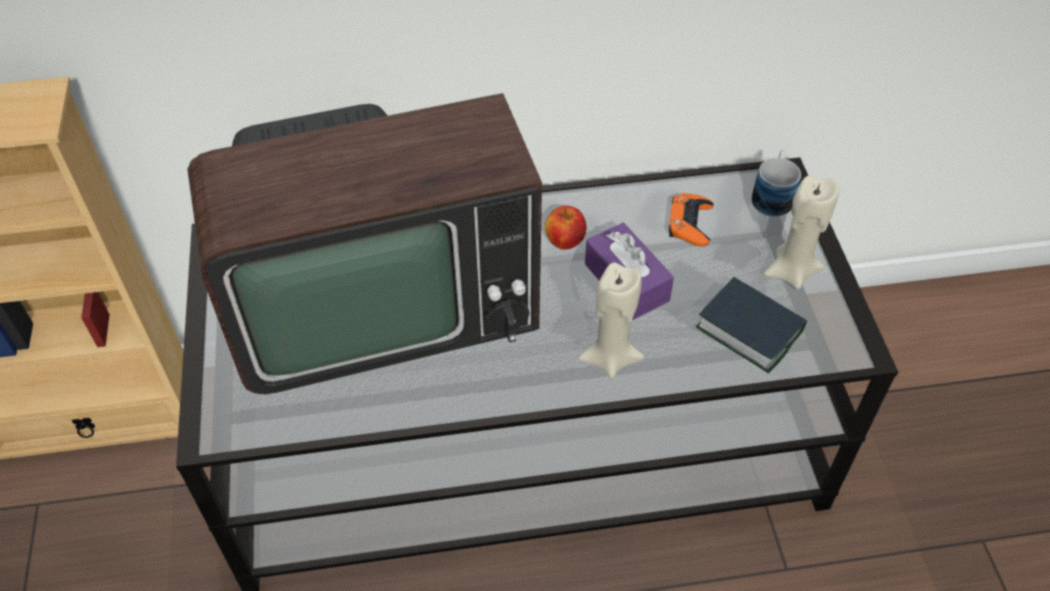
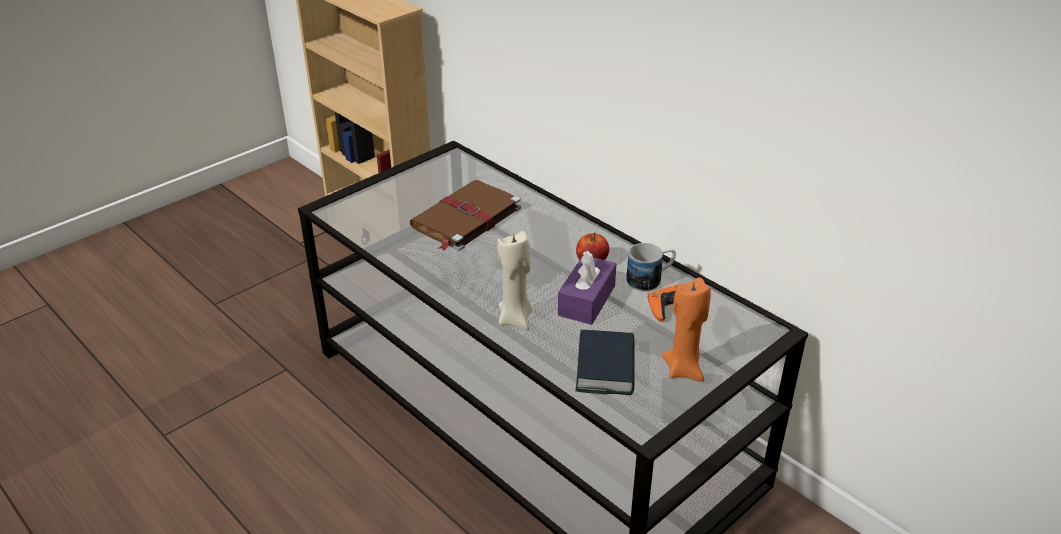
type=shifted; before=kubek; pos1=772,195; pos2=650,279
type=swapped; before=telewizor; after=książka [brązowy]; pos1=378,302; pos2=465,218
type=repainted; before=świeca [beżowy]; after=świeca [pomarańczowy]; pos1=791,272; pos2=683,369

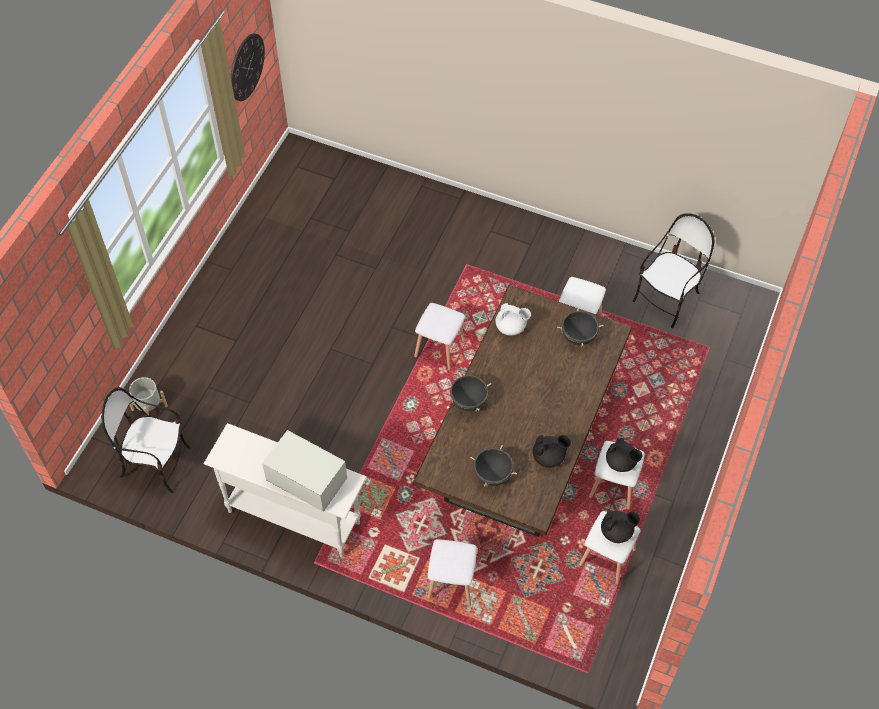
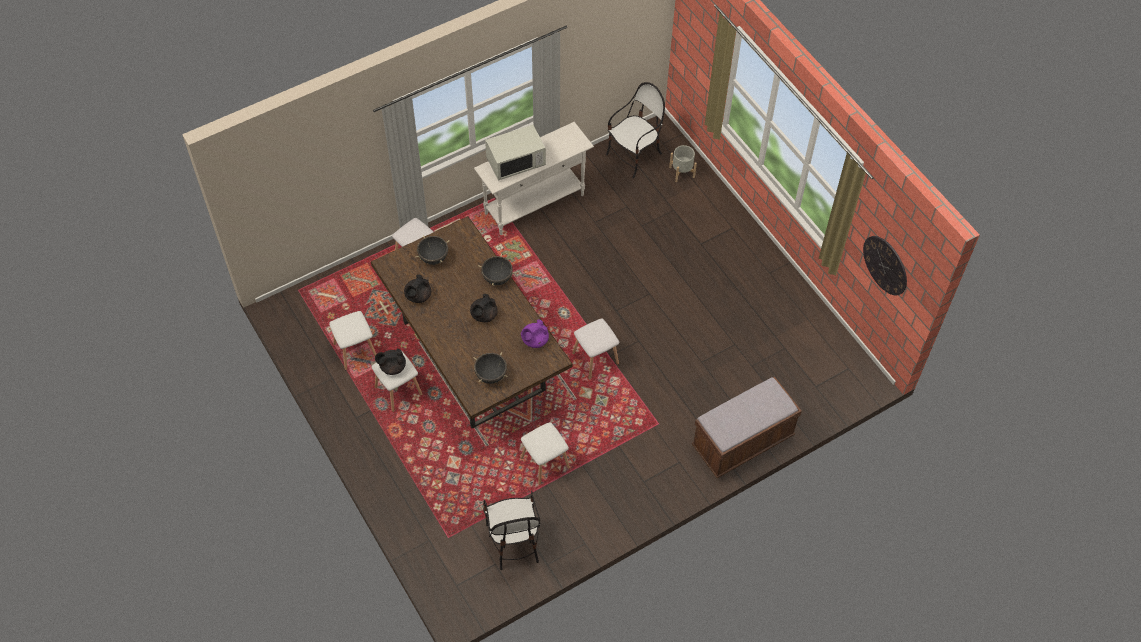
type=new; after=ławka [brązowy]; pos2=742,442
type=shifted; before=imbryk [czarny]; pos1=617,531; pos2=483,315
type=repainted; before=imbryk [biały]; after=imbryk [fioletowy]; pos1=511,327; pos2=534,340

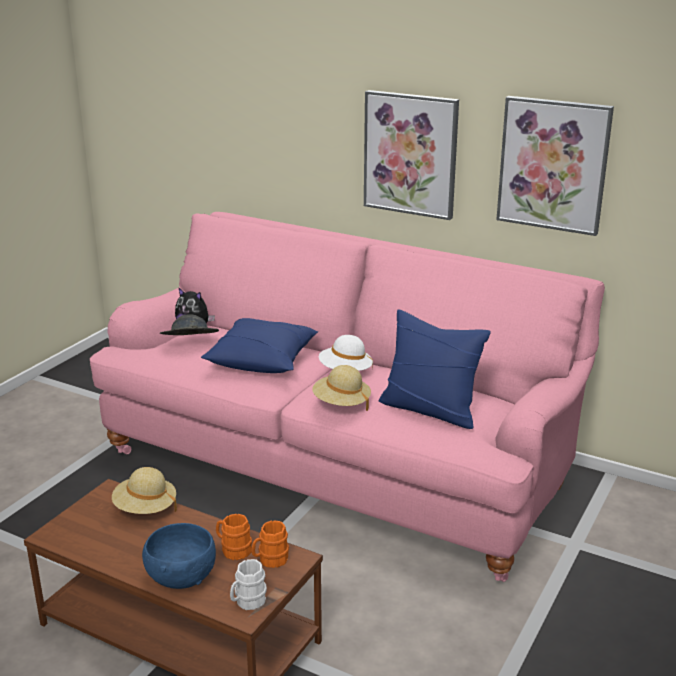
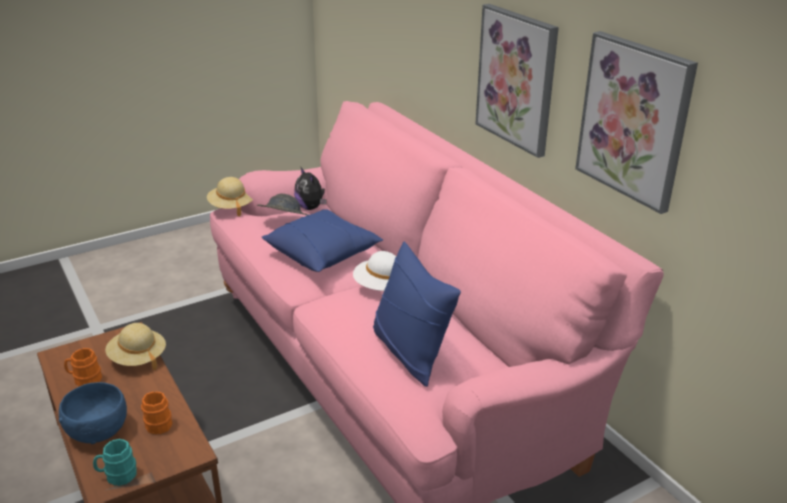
type=shifted; before=kubek [pomarańczowy]; pos1=270,560; pos2=84,380
type=shifted; before=kapelusz [beżowy]; pos1=341,403; pos2=231,207
type=repainted; before=kubek [biały]; after=kubek [turkusowy]; pos1=247,602; pos2=117,476

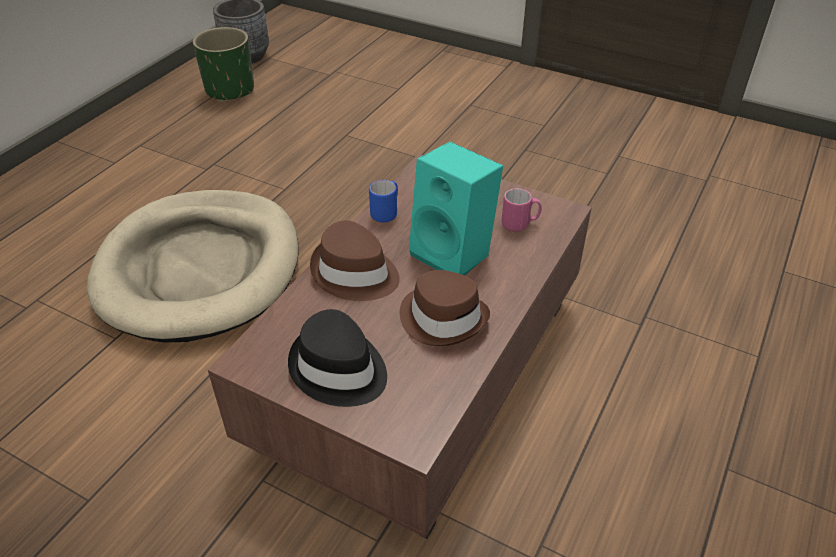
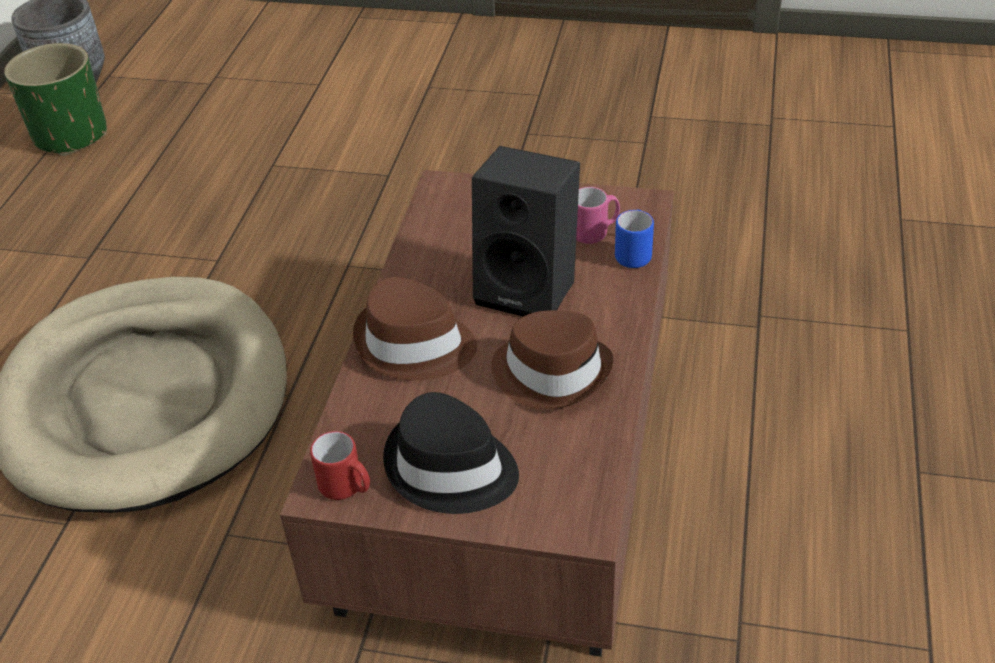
type=new; after=kubek [czerwony]; pos2=347,488
type=shifted; before=kubek [niebieski]; pos1=386,212; pos2=634,253
type=repainted; before=głośnik [turkusowy]; after=głośnik [czarny]; pos1=455,253; pos2=530,288

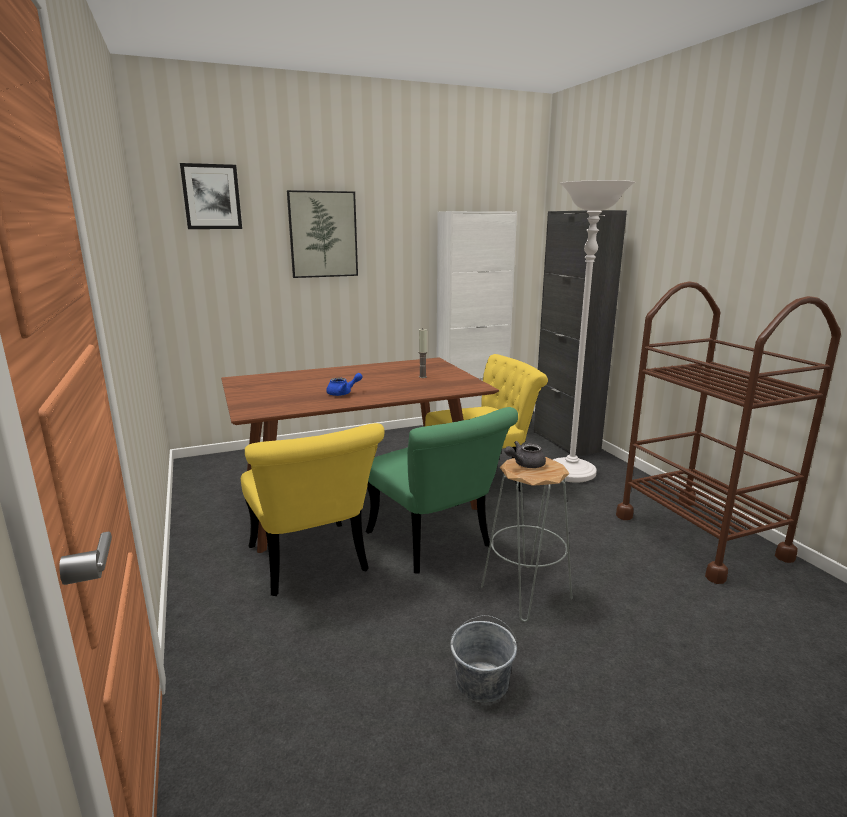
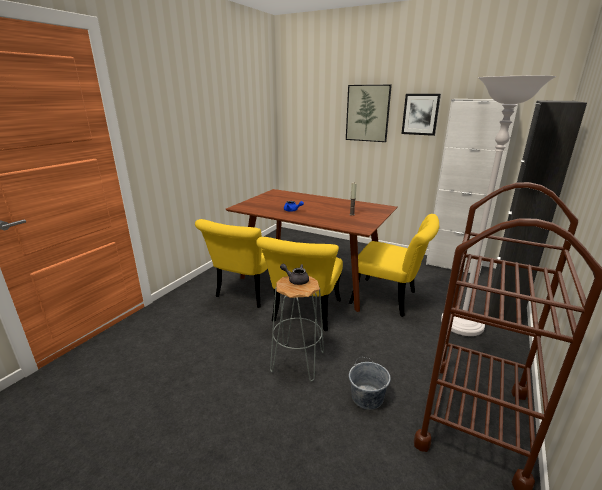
type=shifted; before=obraz; pos1=211,197; pos2=420,114
type=shifted; before=wiadro [szary]; pos1=482,682; pos2=367,397
type=repainted; before=krzesło [zielony]; after=krzesło [żółty]; pos1=436,545; pos2=304,315

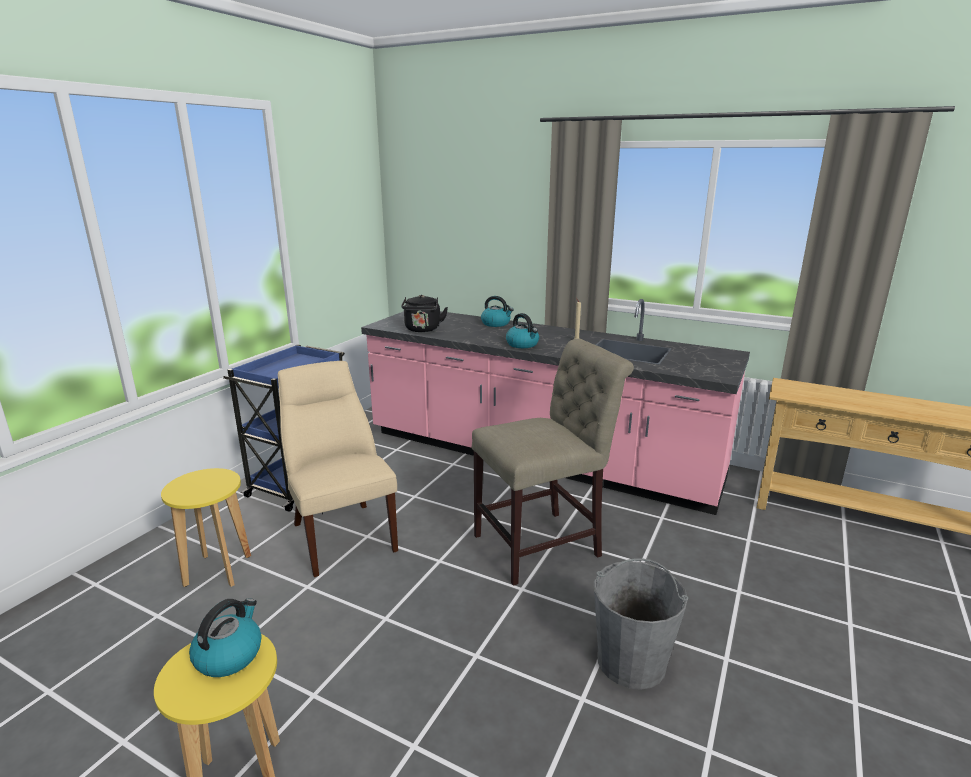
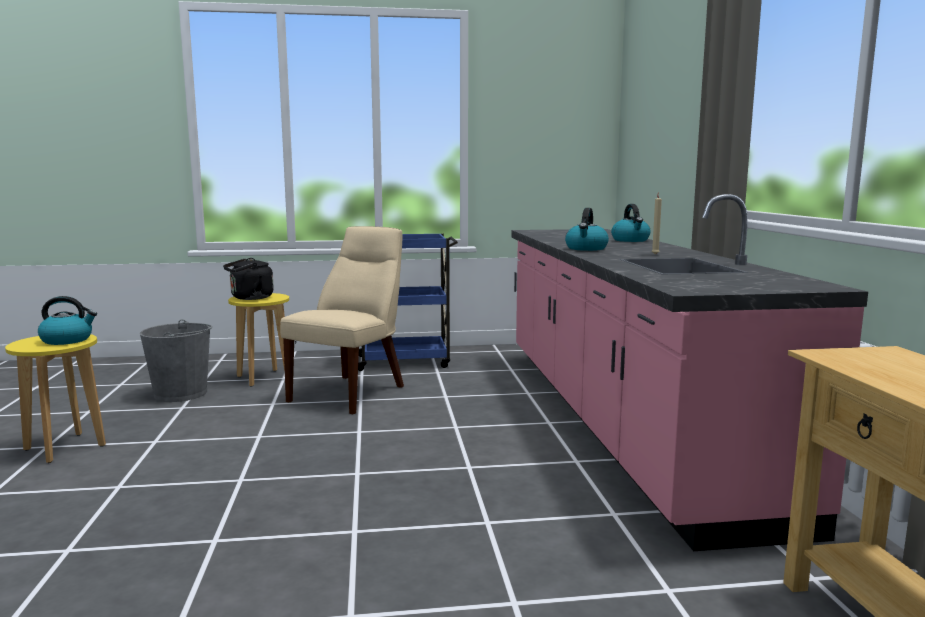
type=gone; before=krzesło [beżowy]; pos1=544,544
type=shifted; before=czajnik [czarny]; pos1=423,330; pos2=249,298
type=shifted; before=wiadro [szary]; pos1=631,661; pos2=181,393

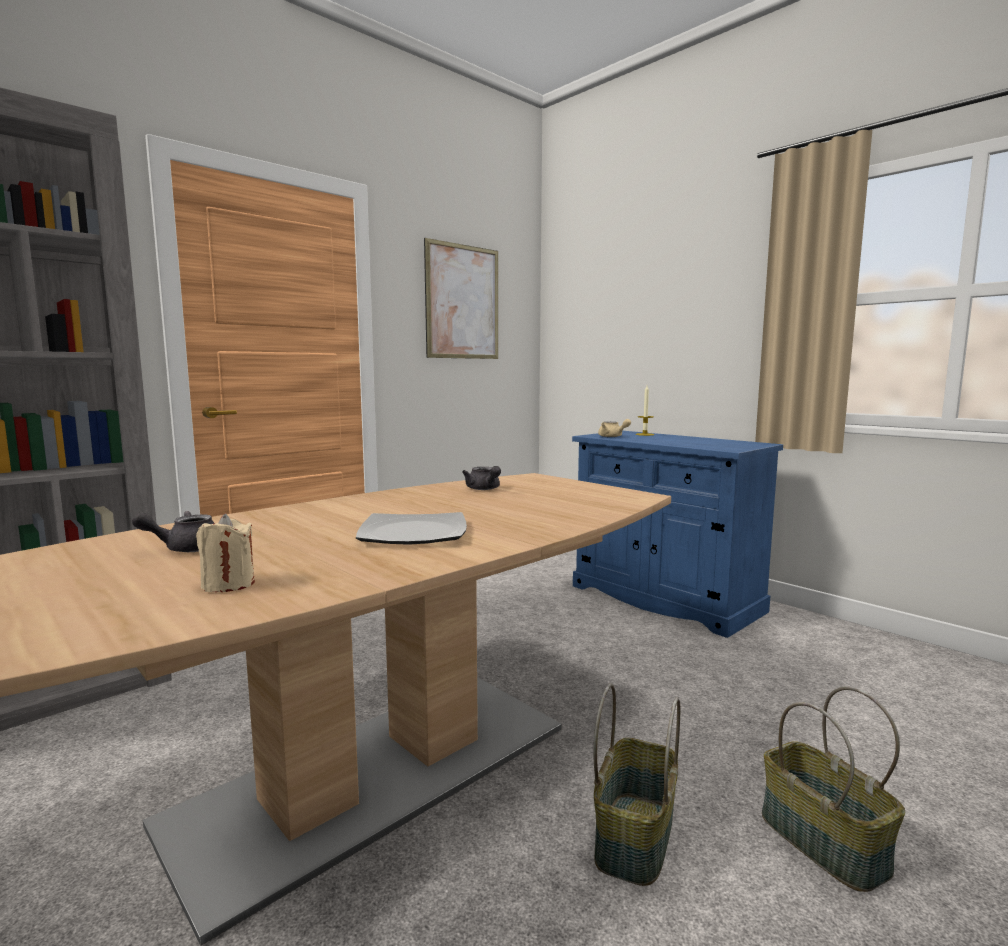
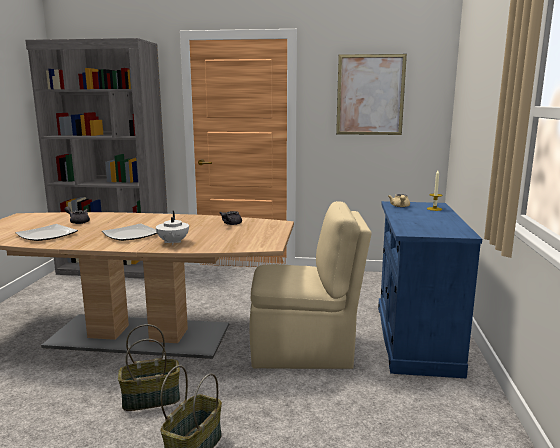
type=new; after=imbryk [biały]; pos2=173,242
type=new; after=krzesło [beżowy]; pos2=304,350
type=swapped; before=świeca [beżowy]; after=talerz; pos1=228,584; pos2=47,235

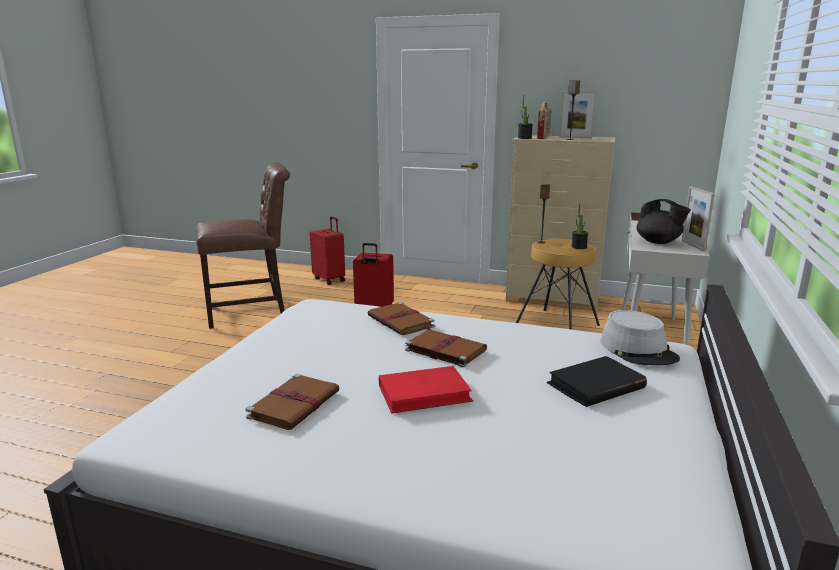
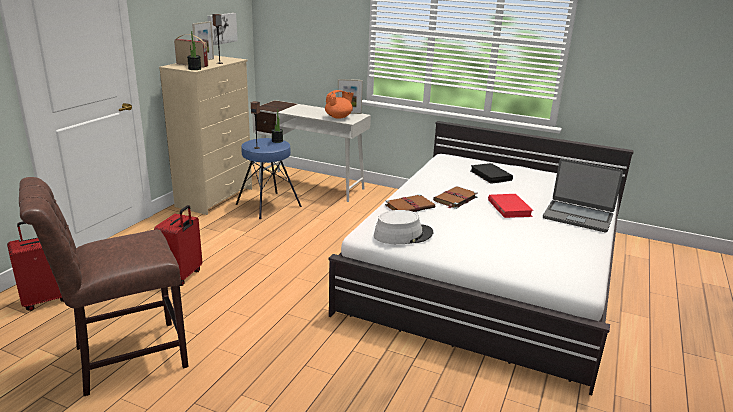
type=gone; before=książka [brązowy]; pos1=295,404
type=new; after=obraz; pos2=221,28
type=new; after=laptop; pos2=578,216
type=shifted; before=kapelusz [szary]; pos1=638,350; pos2=403,234
type=repainted; before=stołek [brązowy]; after=stołek [niebieski]; pos1=557,325; pos2=268,205
type=repainted; before=imbryk [czarny]; after=imbryk [pomarańczowy]; pos1=658,242; pos2=339,117
type=rotated; before=krzesło [brązowy]; pos1=251,312; pos2=123,358; turn=-105

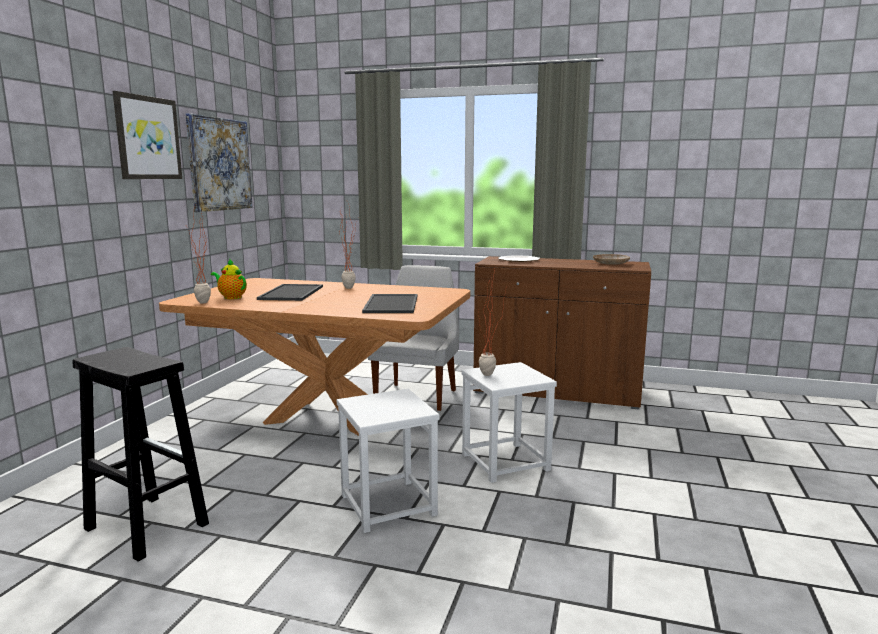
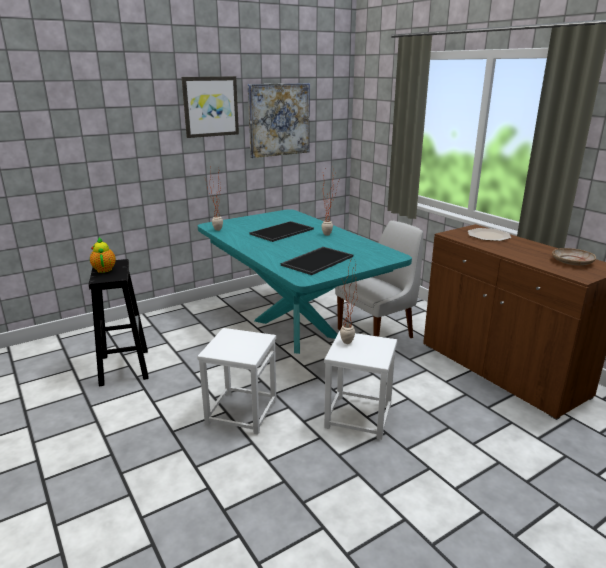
type=shifted; before=imbryk; pos1=231,297; pos2=104,269
type=repainted; before=stół jadalny [brązowy]; after=stół jadalny [turkusowy]; pos1=328,417; pos2=295,329

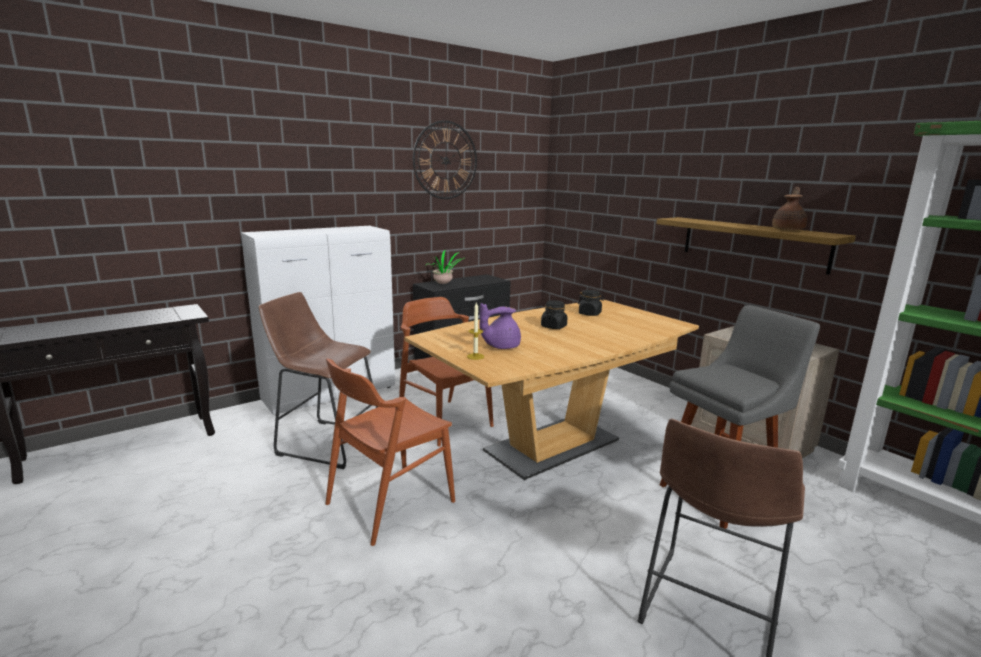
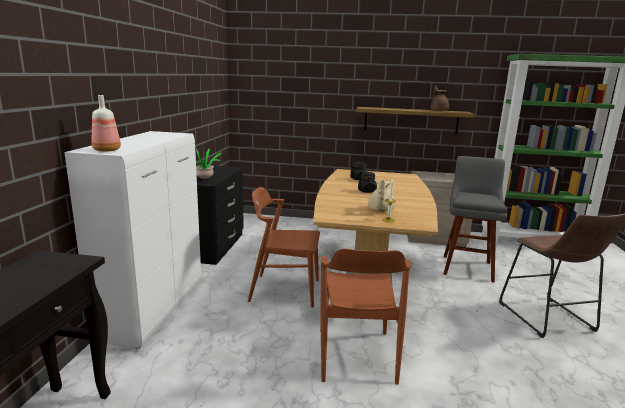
type=gone; before=stołek [brązowy]; pos1=326,442
type=gone; before=zegar ścienny; pos1=445,160
type=new; after=butelka; pos2=107,150
type=repainted; before=imbryk [fioletowy]; after=imbryk [beżowy]; pos1=500,346; pos2=380,210

